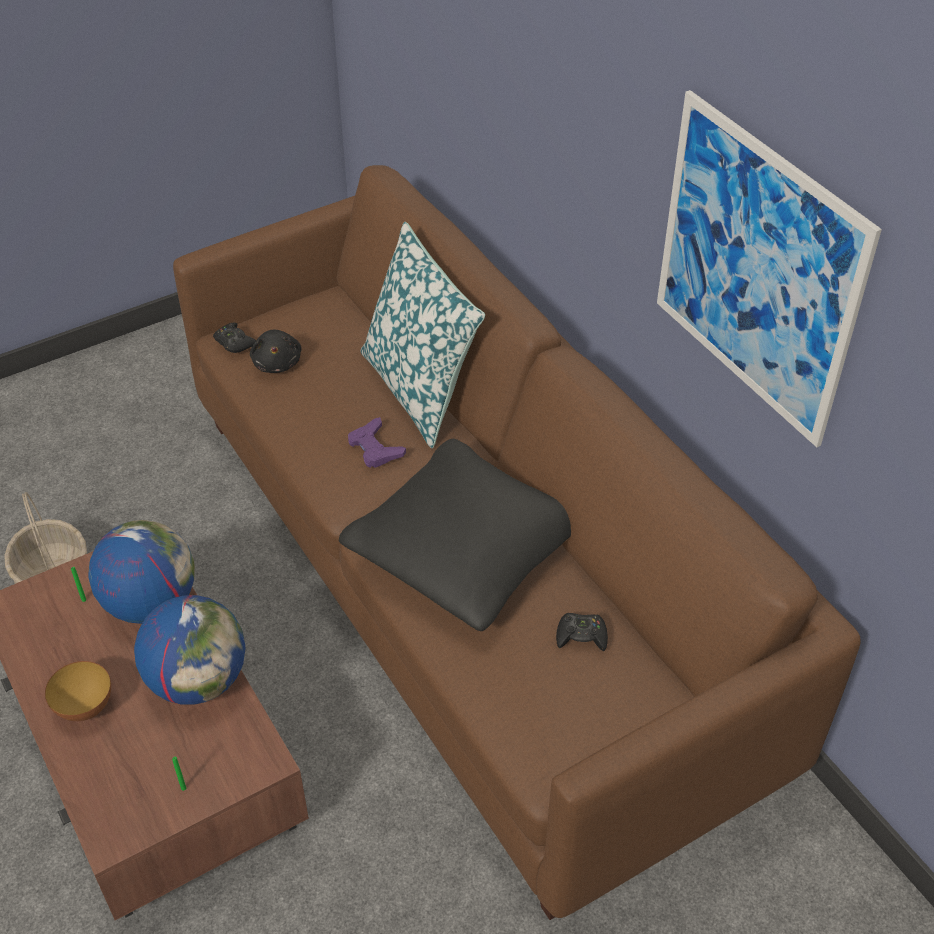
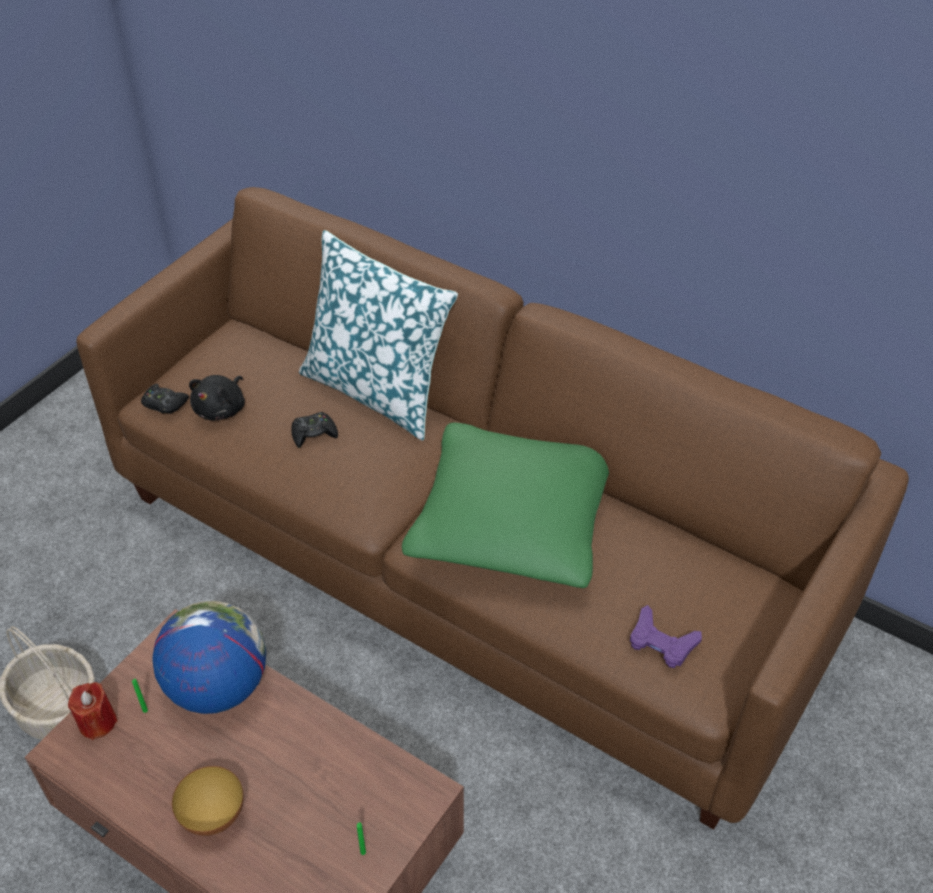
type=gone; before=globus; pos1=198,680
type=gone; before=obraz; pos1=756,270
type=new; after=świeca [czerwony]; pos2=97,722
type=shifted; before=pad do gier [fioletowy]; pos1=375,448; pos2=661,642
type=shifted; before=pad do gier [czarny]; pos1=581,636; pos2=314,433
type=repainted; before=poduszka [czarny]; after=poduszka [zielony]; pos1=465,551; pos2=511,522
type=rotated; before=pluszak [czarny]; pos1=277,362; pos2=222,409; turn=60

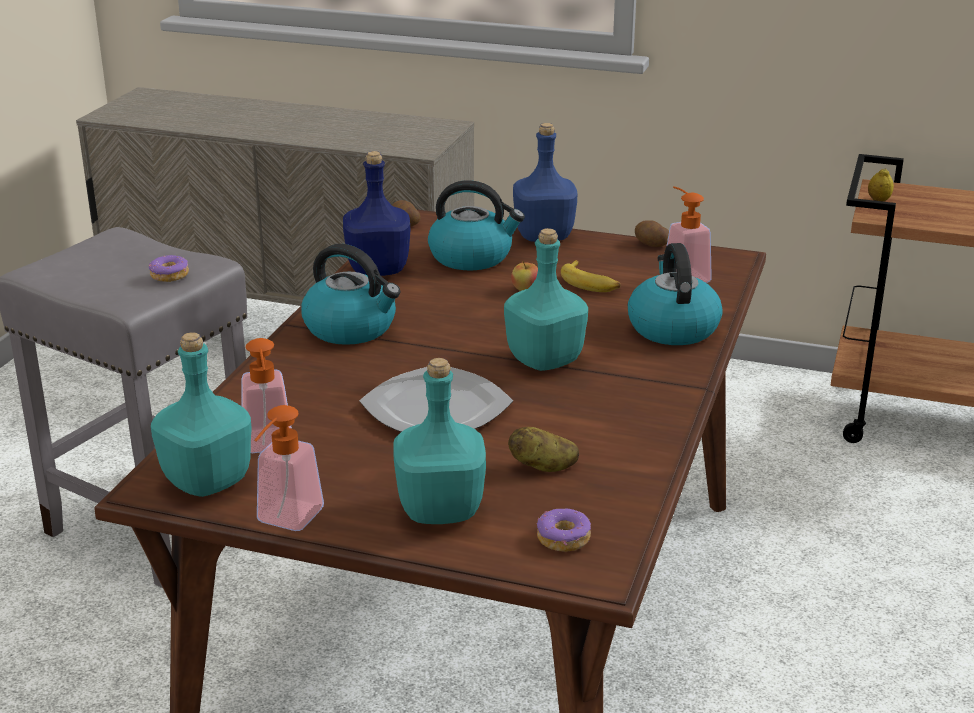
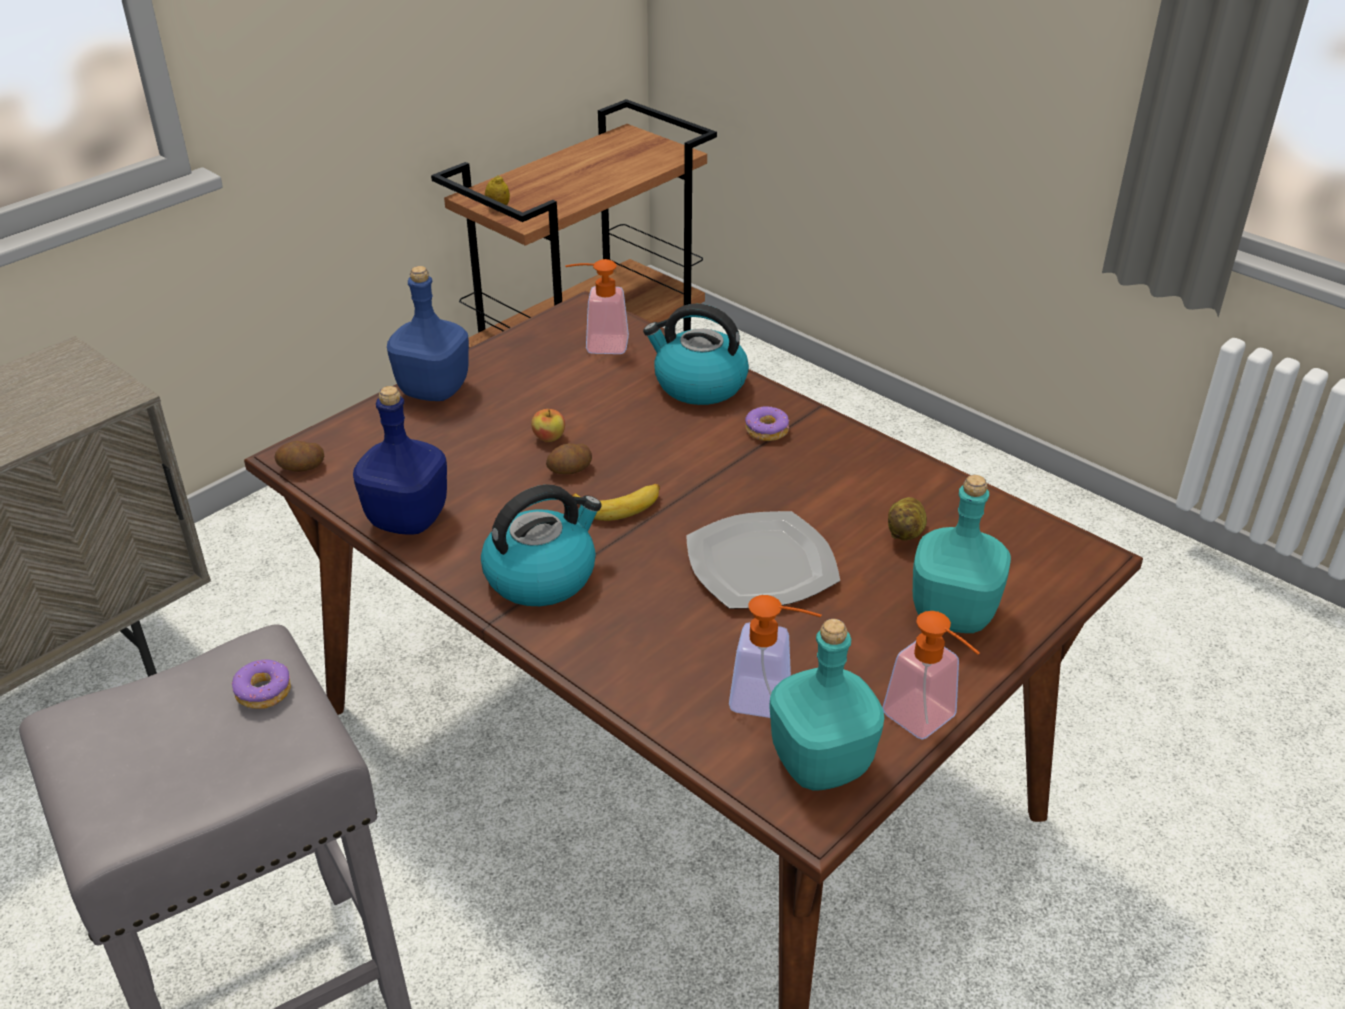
type=gone; before=czajnik; pos1=472,257
type=gone; before=butelka [turkusowy]; pos1=543,361
type=shifted; before=donut; pos1=563,539; pos2=767,431
type=shifted; before=banan; pos1=590,283; pos2=620,506
type=shifted; before=ziemniak; pos1=650,244; pos2=570,470

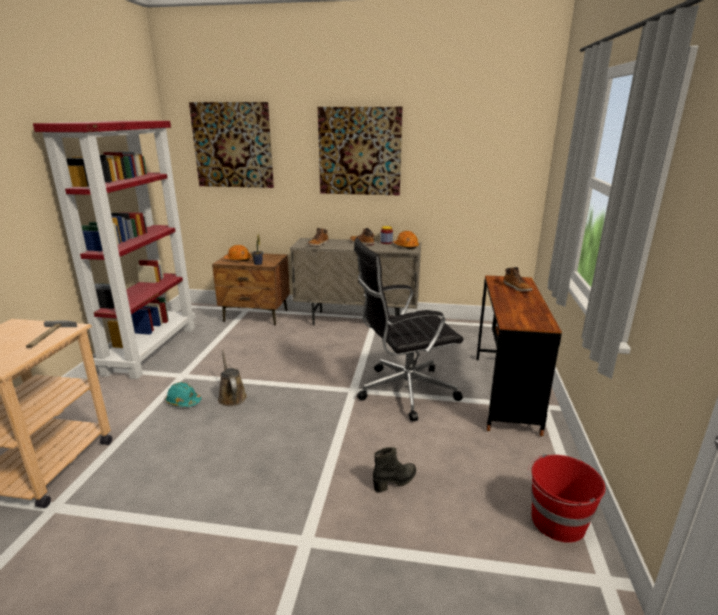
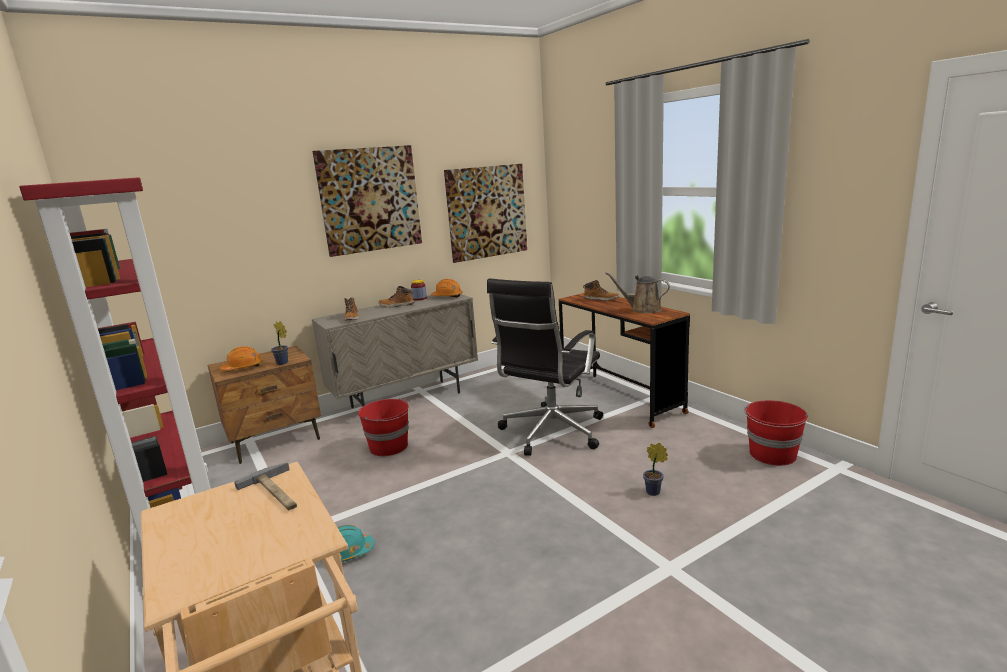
type=new; after=wiadro [czerwony]; pos2=389,446
type=shifted; before=obraz; pos1=232,145; pos2=487,212
type=shifted; before=konewka [brązowy]; pos1=231,396; pos2=642,309
type=swapped; before=but z cholewką [czarny]; after=roślina doniczkowa; pos1=395,481; pos2=655,492

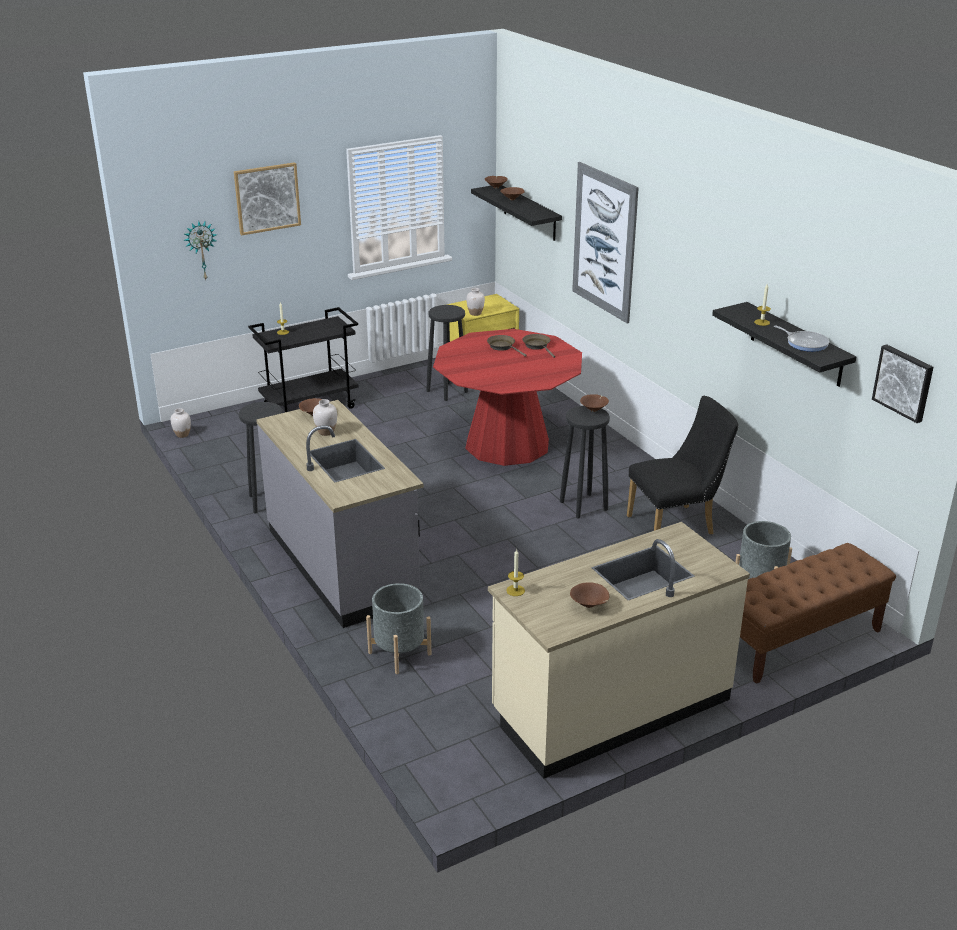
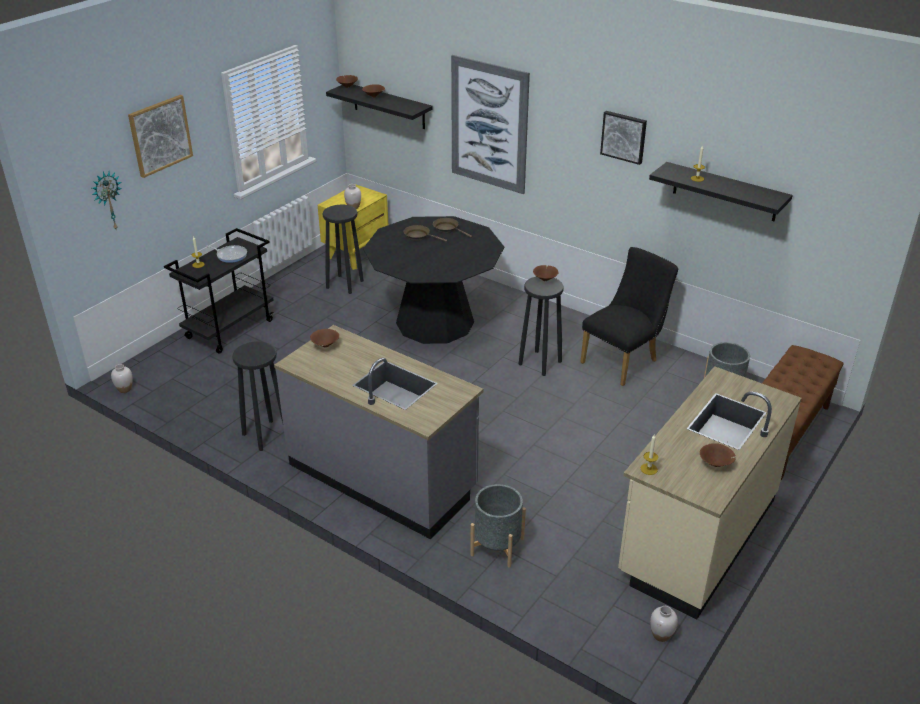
type=shifted; before=wazon [biały]; pos1=326,432; pos2=661,635
type=shifted; before=patelnia; pos1=805,343; pos2=230,255
type=shifted; before=obraz; pos1=904,382; pos2=624,136
type=repainted; before=stół jadalny [czerwony]; after=stół jadalny [czarny]; pos1=507,444; pos2=435,322

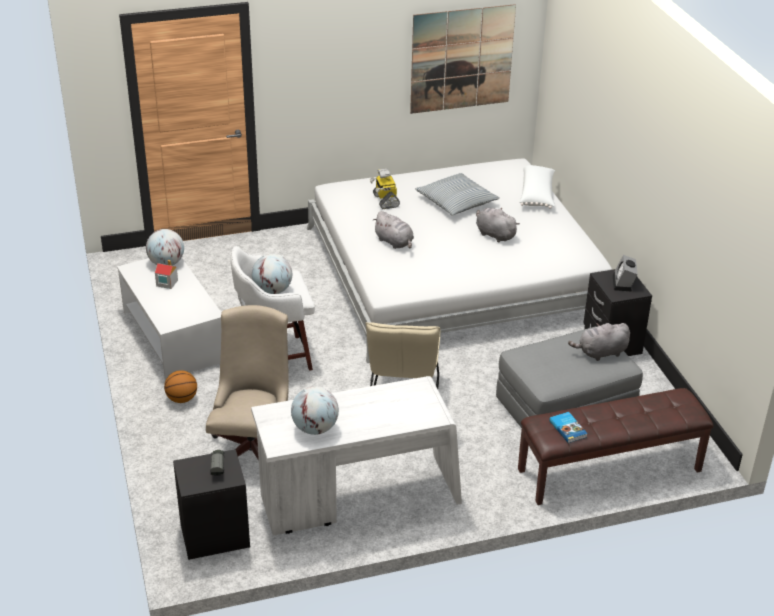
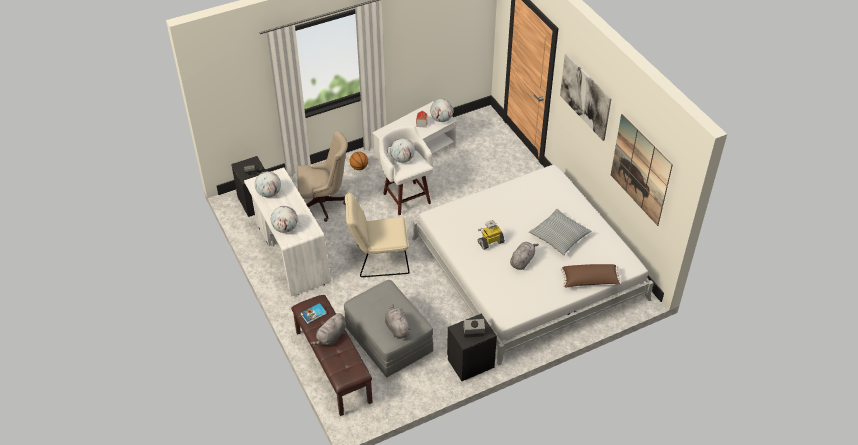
type=new; after=globus; pos2=285,228
type=new; after=obraz; pos2=585,96
type=shifted; before=robot zabawkowy; pos1=385,200; pos2=490,242
type=shifted; before=pluszak [szary]; pos1=395,242; pos2=331,337
type=repainted; before=poduszka [biały]; after=poduszka [brązowy]; pos1=537,195; pos2=590,281

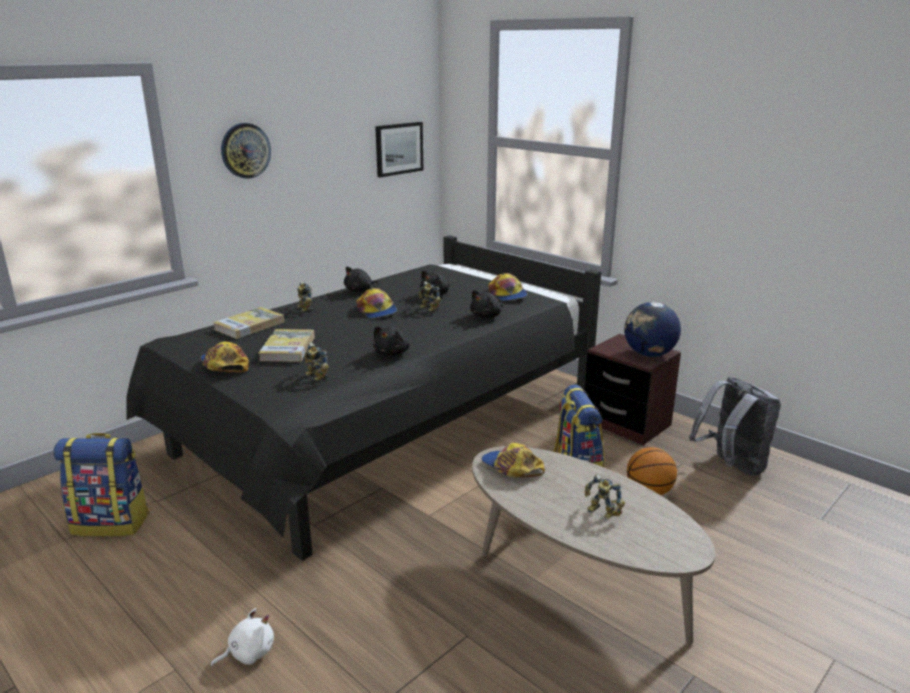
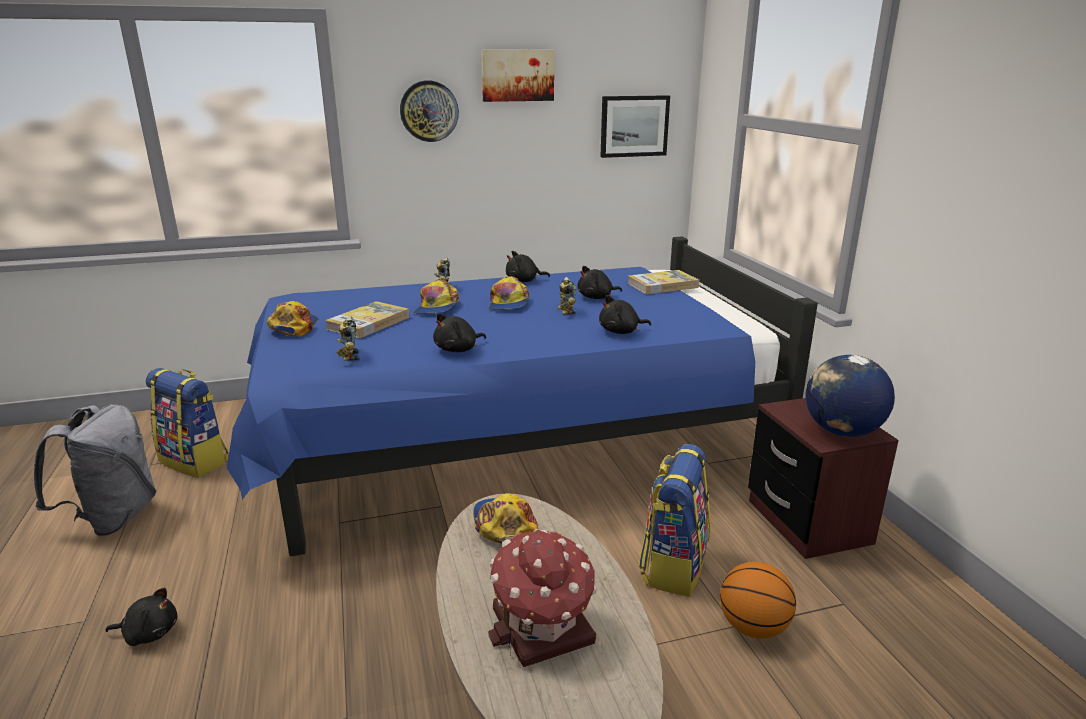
type=new; after=obraz; pos2=517,75
type=shifted; before=książka; pos1=249,326; pos2=662,285
type=shifted; before=czapka z daszkiem; pos1=507,294; pos2=437,307
type=shifted; before=plecak [szary]; pos1=731,466; pos2=113,518
type=swapped; before=robot zabawkowy; after=domek; pos1=601,513; pos2=542,629
type=repainted; before=łóżko [czarny]; after=łóżko [niebieski]; pos1=383,428; pos2=507,442
type=repainted; before=pluszak [biały]; after=pluszak [czarny]; pos1=248,653; pos2=149,633

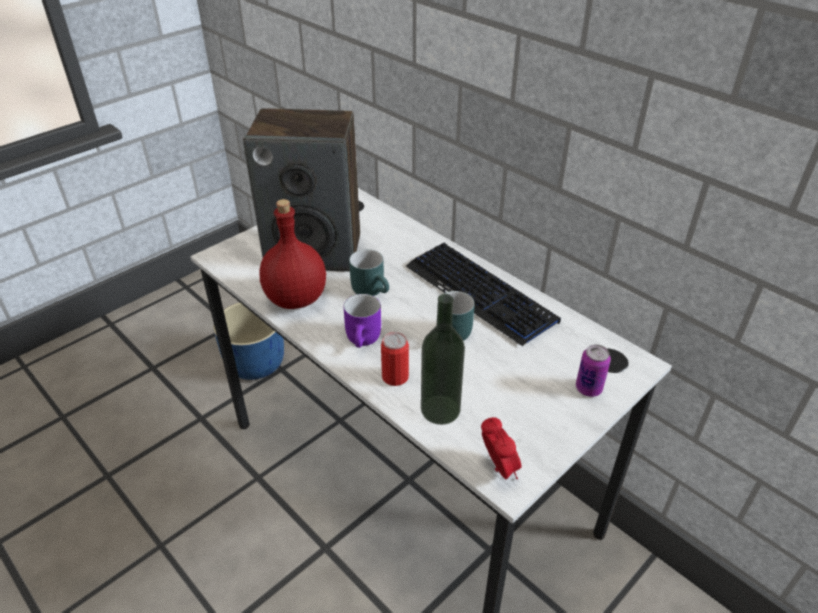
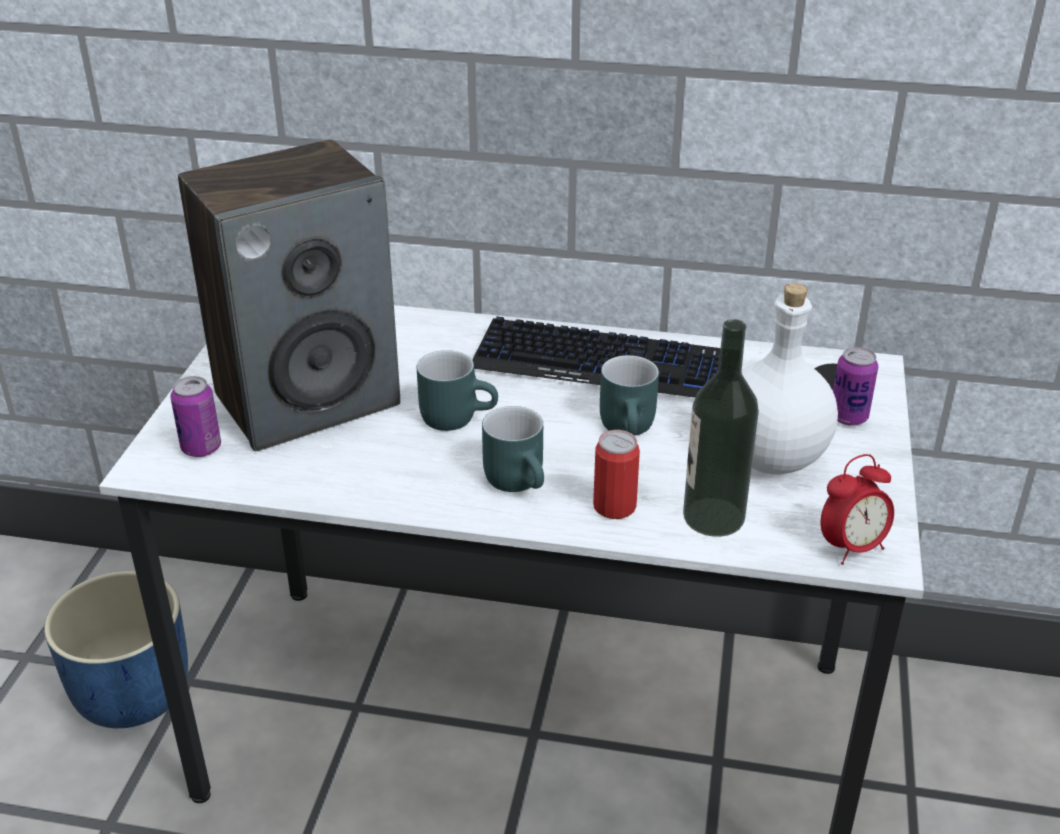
type=gone; before=butelka [czerwony]; pos1=296,298
type=new; after=puszka; pos2=201,448
type=new; after=butelka [biały]; pos2=772,459
type=repainted; before=kubek [fioletowy]; after=kubek [turkusowy]; pos1=365,339; pos2=521,481
type=rotated; before=budzik; pos1=498,469; pos2=851,548; turn=120

